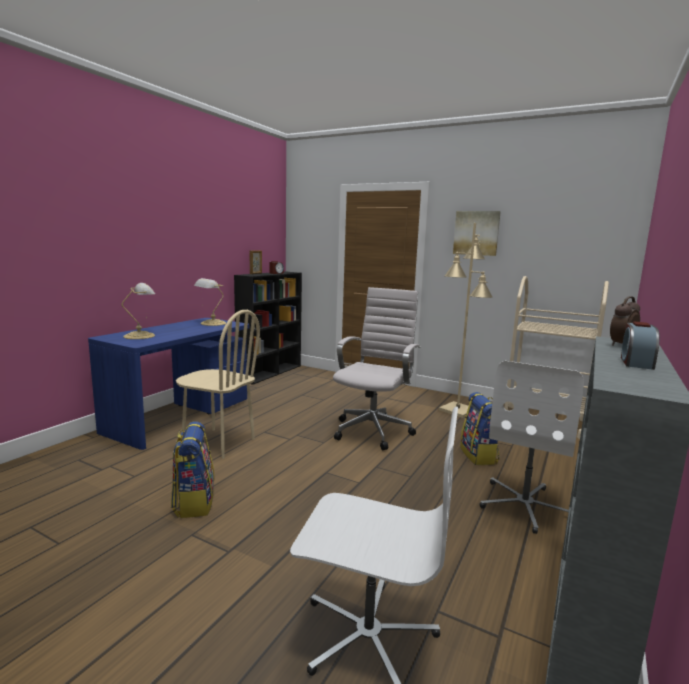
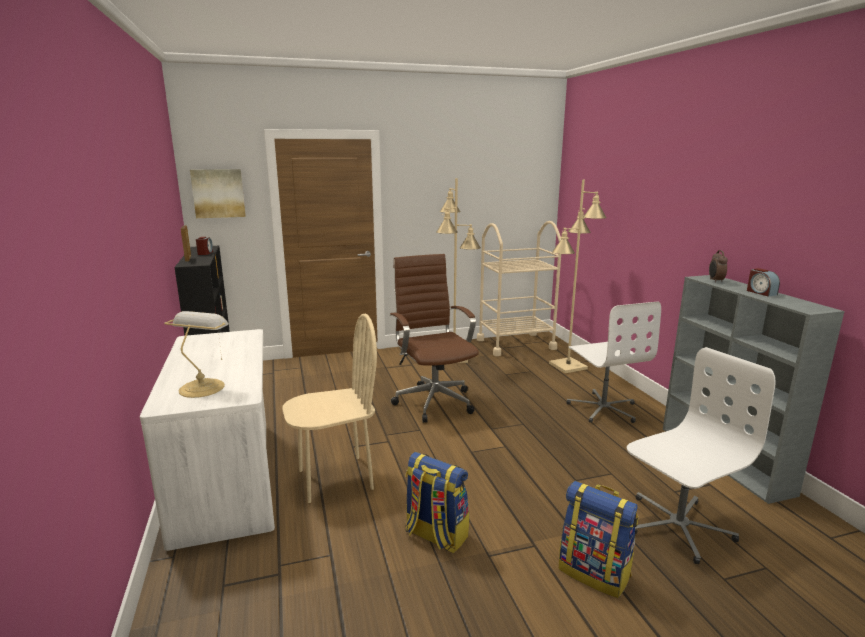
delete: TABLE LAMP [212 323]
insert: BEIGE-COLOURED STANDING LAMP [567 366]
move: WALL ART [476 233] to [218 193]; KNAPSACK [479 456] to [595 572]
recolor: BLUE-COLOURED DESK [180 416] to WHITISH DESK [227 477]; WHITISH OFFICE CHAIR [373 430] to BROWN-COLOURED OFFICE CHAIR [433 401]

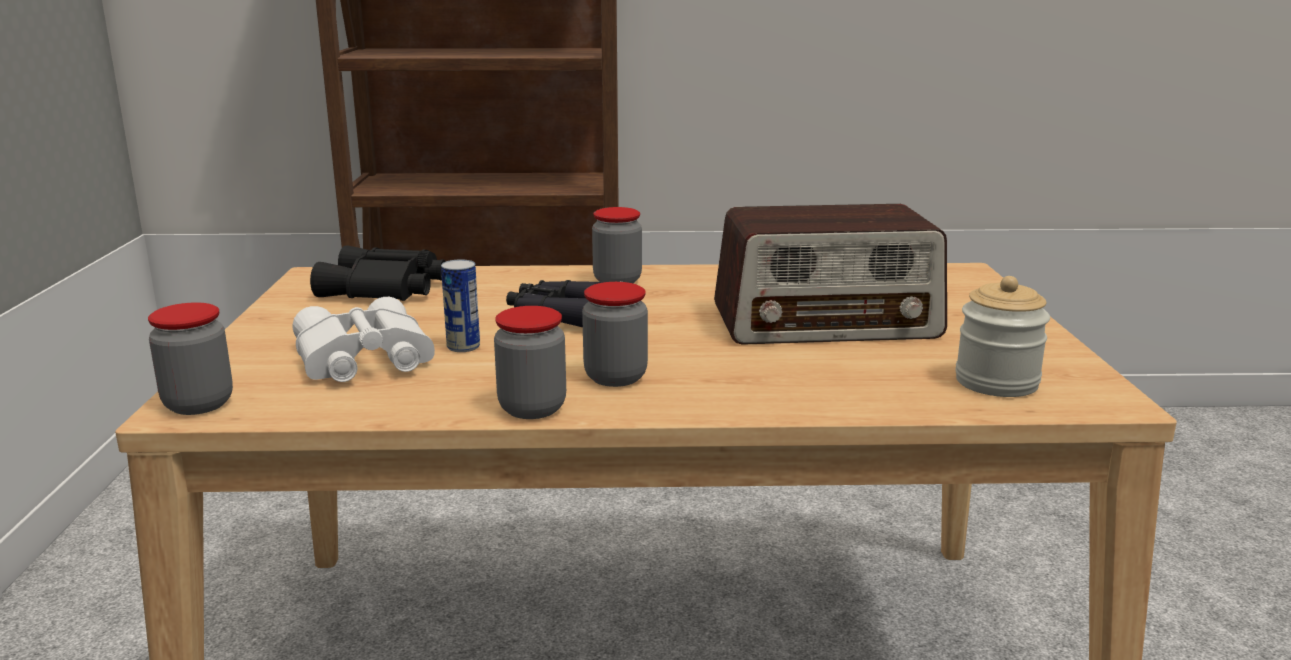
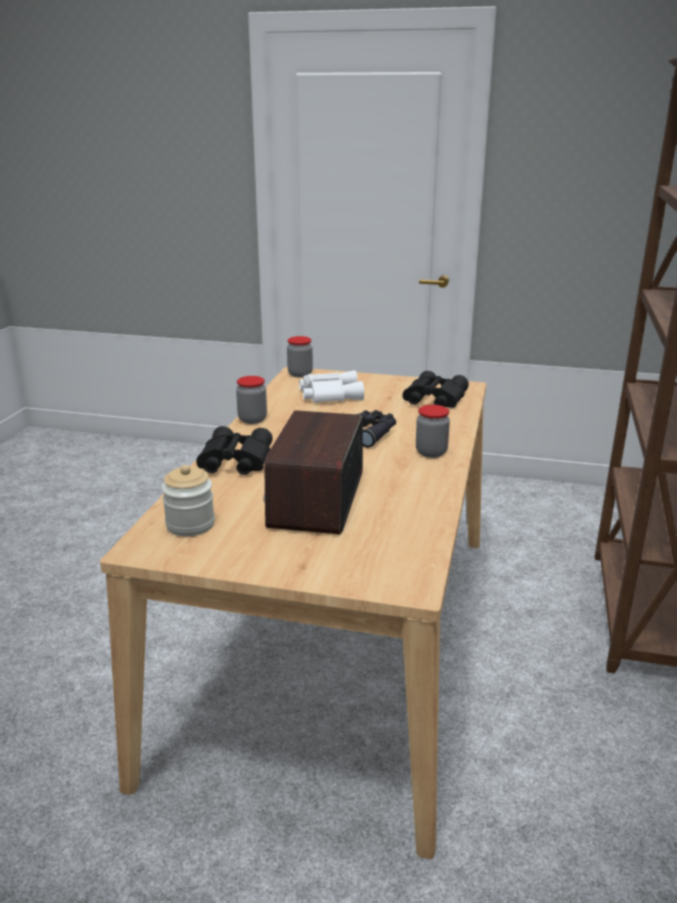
delete: SEALED CAN [463 347]; JAR [615 377]
insert: BLACK-COLOURED FIELD GLASSES [233 461]

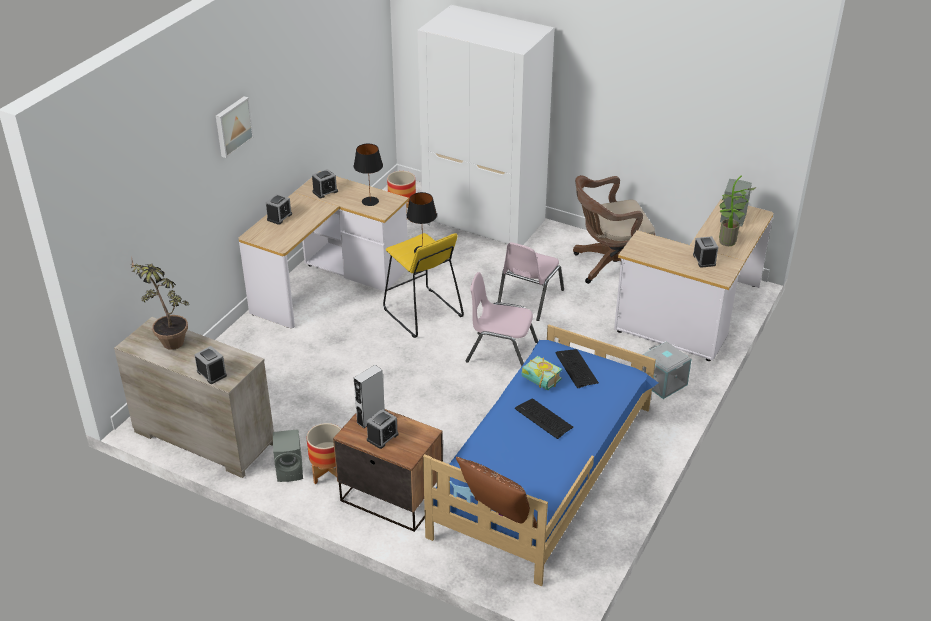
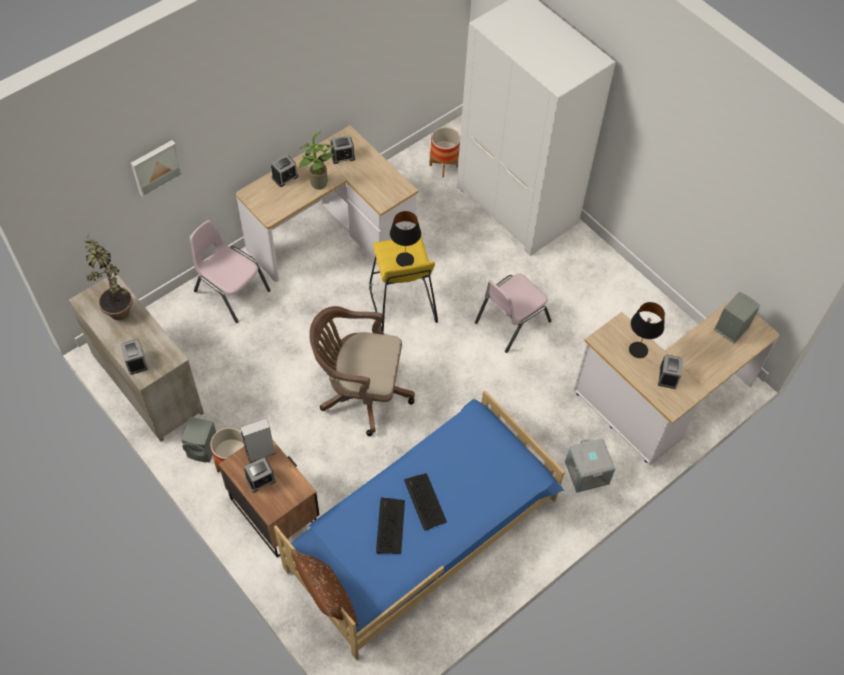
delete: VOLUME [538 382]
move: WALL ART [232 126] to [155 167]; BLACK-COLOURED TABLE LAMP [370 201] to [638 350]; PINKISH PLAIN CHAIR [501 352] to [231 291]; PC KEYBOARD [576 369] to [390 526]; BROWN-COLOURED OFFICE CHAIR [609 266] to [360 392]; PLANT IN A POT [728 243] to [318 185]

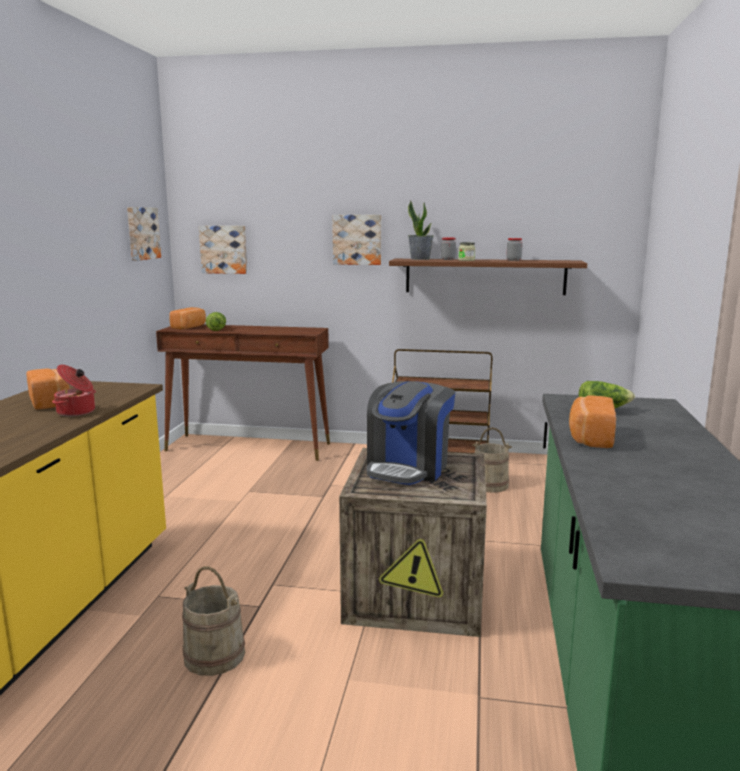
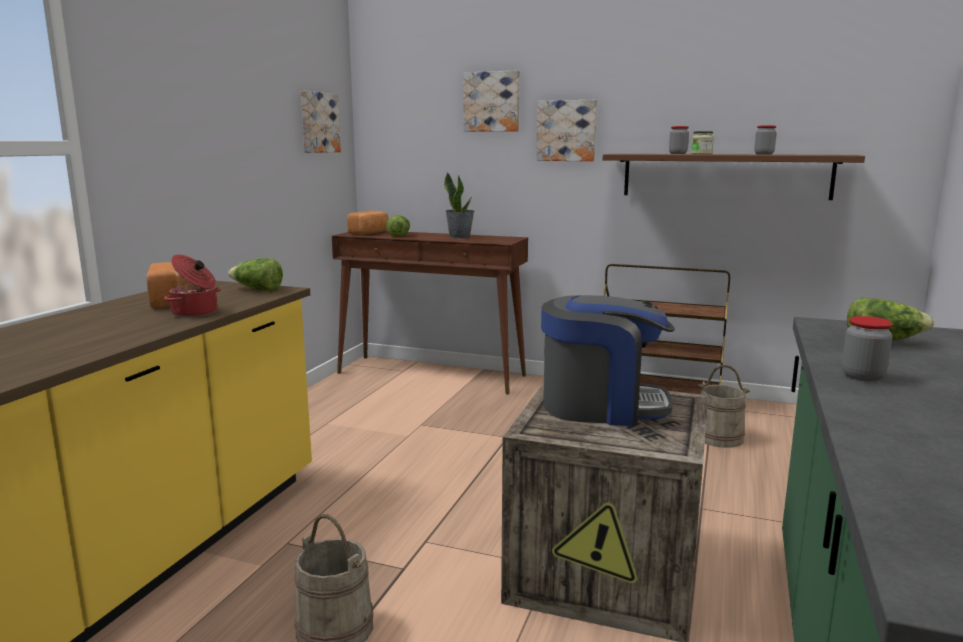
insert: LETTUCE HEAD [257 289]
move: WALL ART [224 249] to [492 102]; PLANT IN A POT [420 259] to [460 237]
replace: BREAD [589 437] to JAR [862 376]
rotate: COFFEE MAKER [408 467] = [602 406] 120 degrees counterclockwise

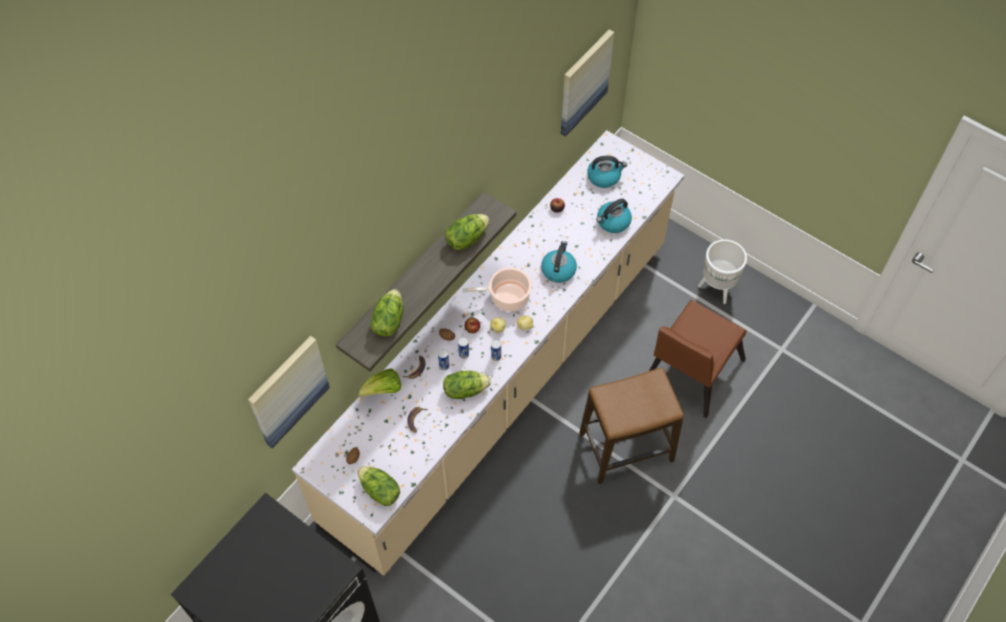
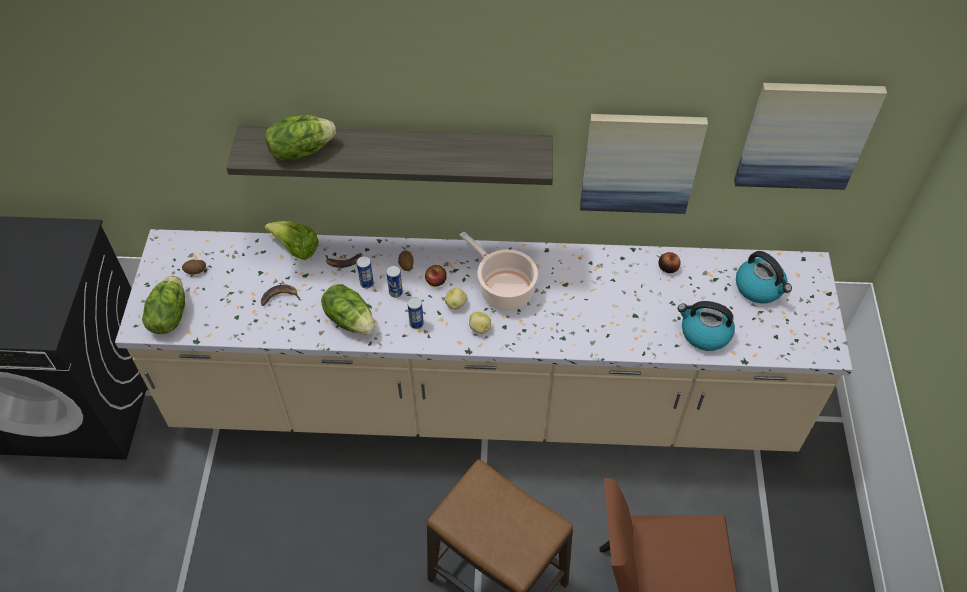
delete: LETTUCE HEAD [466 238]; TEA KETTLE [558 269]; WHITISH PLANTER [717 288]
move: WALL ART [288 391] to [640 162]

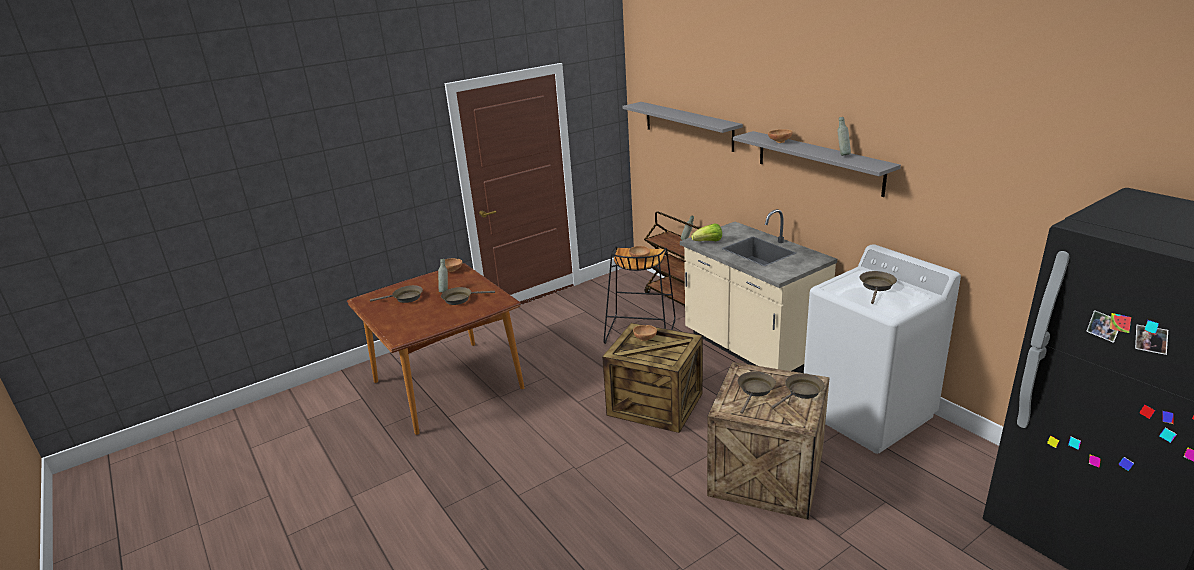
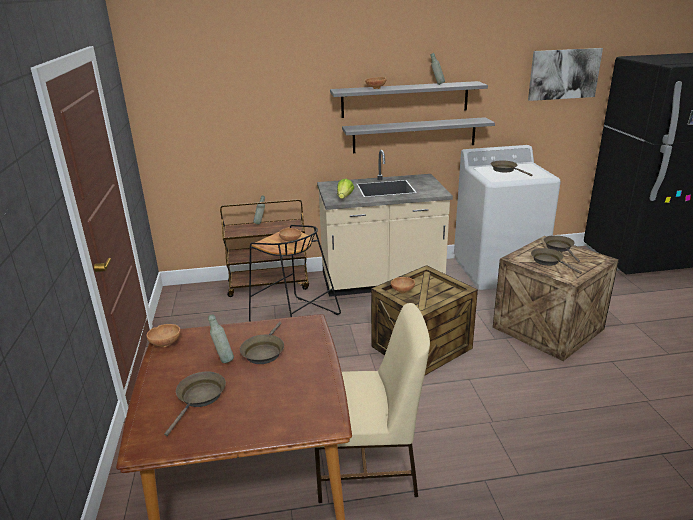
insert: BEIGE-COLOURED PLAIN CHAIR [367 466]; WALL ART [563 74]
move: GREY WALL SHELF [688 125] to [414 135]

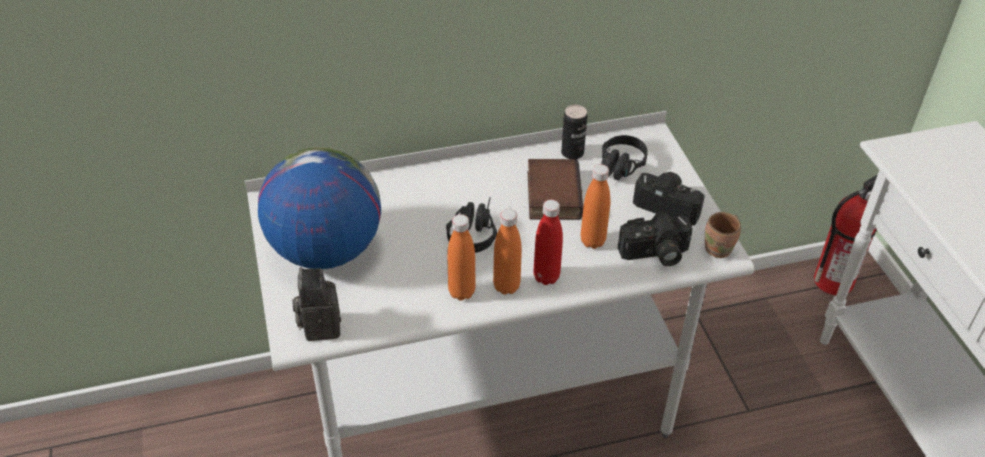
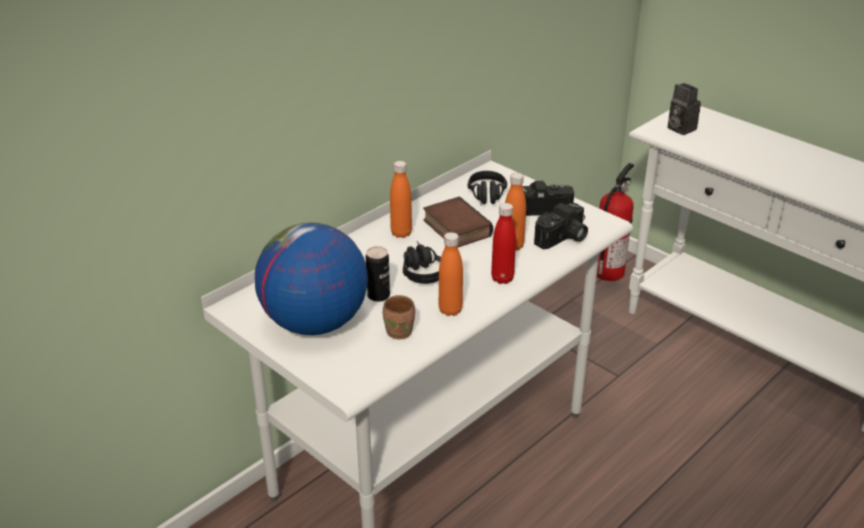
move: STILL CAMERA [319 325] to [679 128]; ORANGEY DRINK BOTTLE [506 286] to [401 233]; SEALED CAN [572 153] to [378 295]; BROWN-COLOURED MUG [720 249] to [401 331]

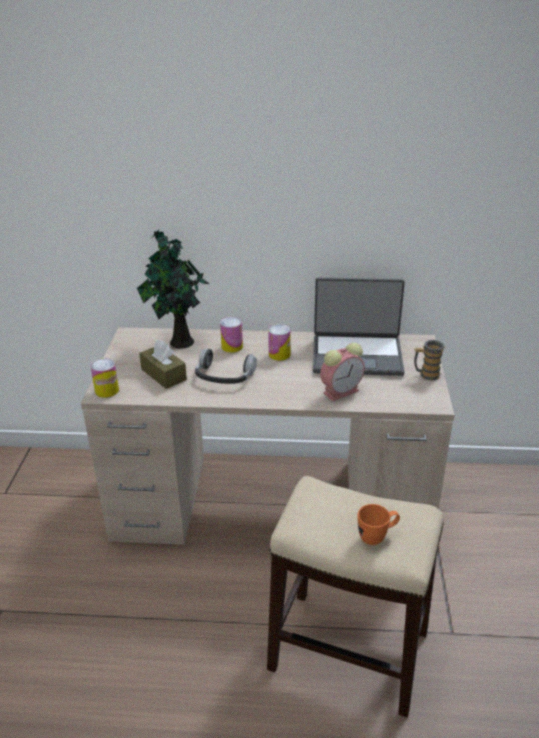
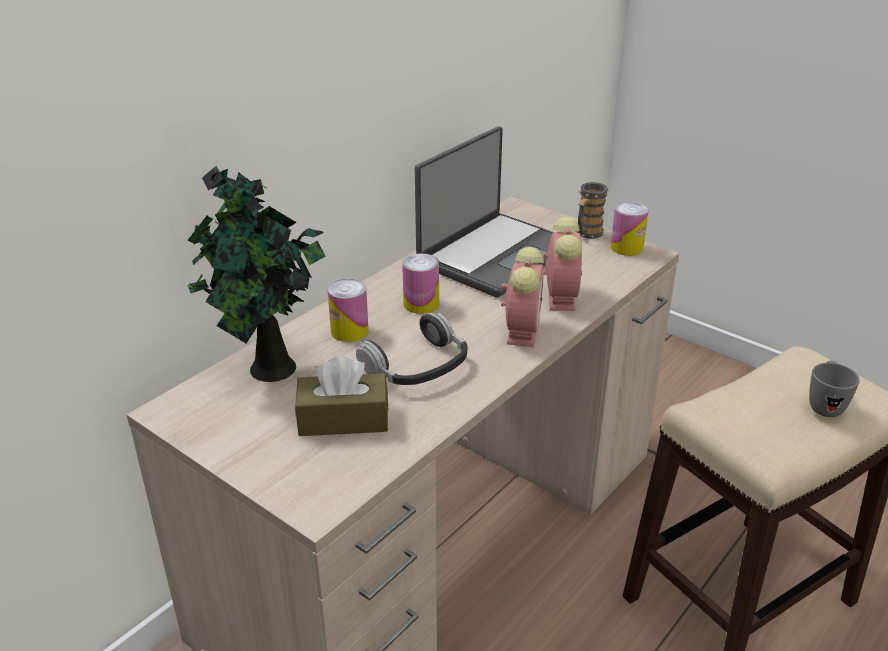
insert: TABLE CLOCK [522 330]
move: SEALED CAN [107 390] to [626 247]
recolor: ORANGEY MUG [377 536] to GREY MUG [825 405]

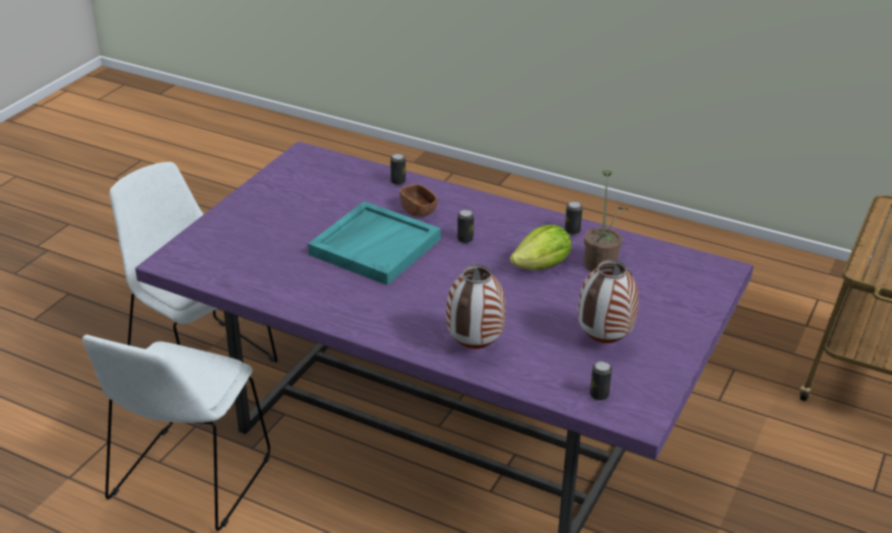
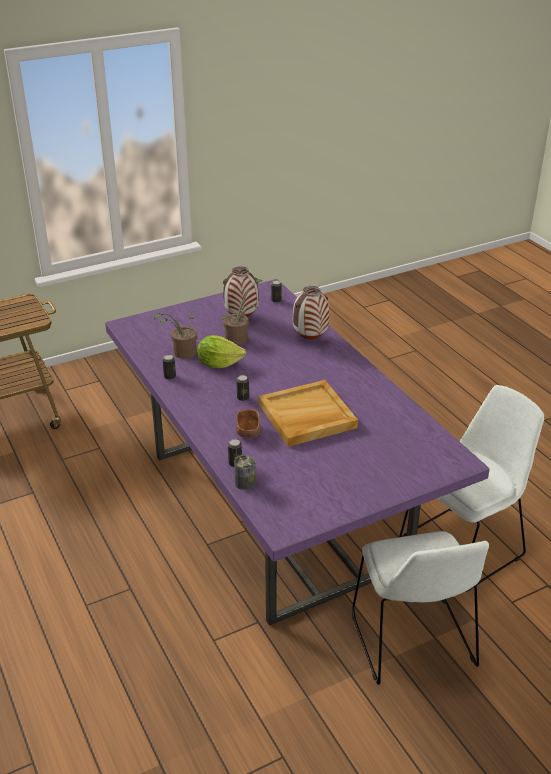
insert: PLANT IN A POT [239 338]; SEALED CAN [245 483]
recolor: TURQUOISE-COLOURED SERVING TRAY [375 246] to BEIGE-COLOURED SERVING TRAY [306 416]

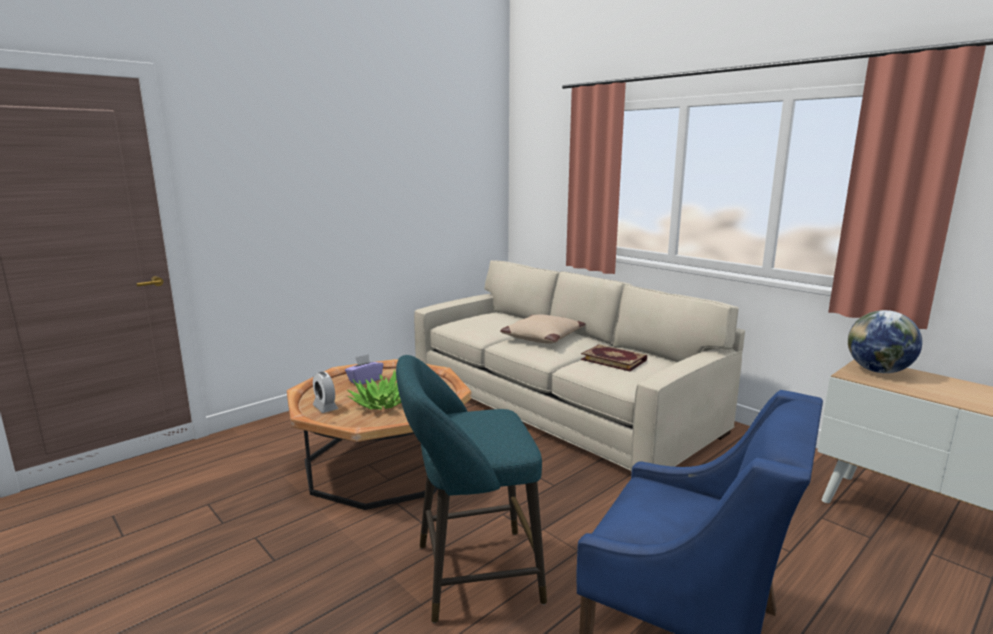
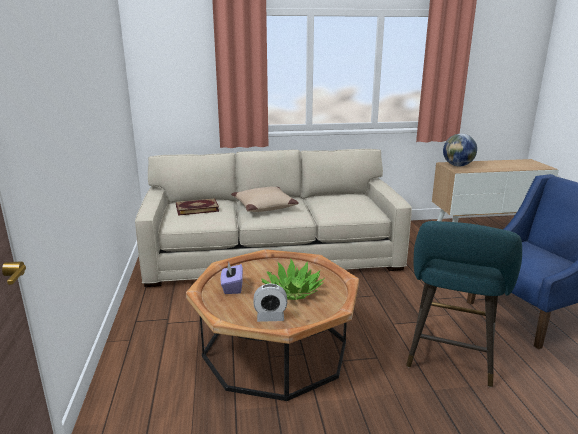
move: VOLUME [614 360] to [197 208]

